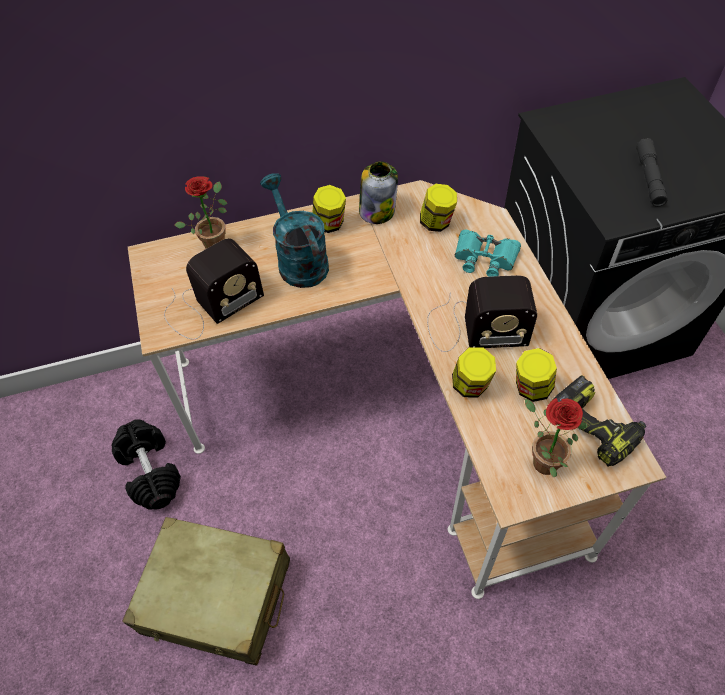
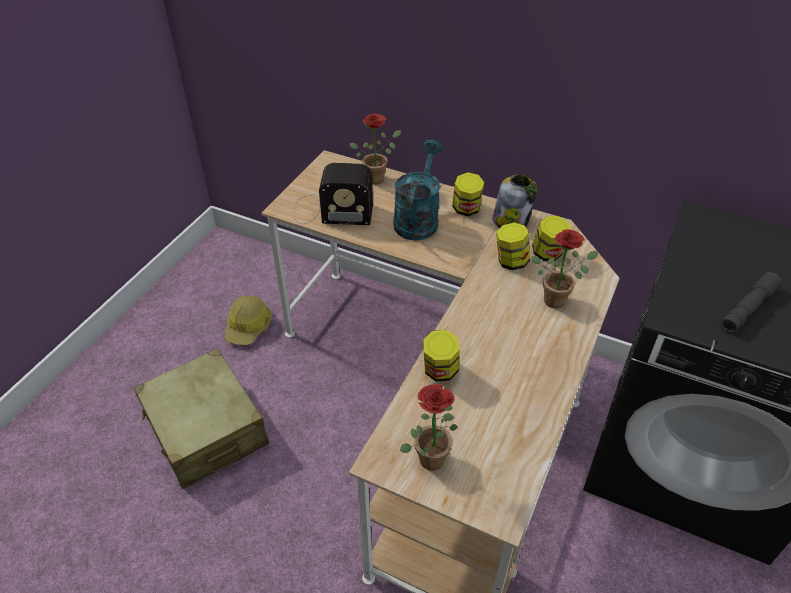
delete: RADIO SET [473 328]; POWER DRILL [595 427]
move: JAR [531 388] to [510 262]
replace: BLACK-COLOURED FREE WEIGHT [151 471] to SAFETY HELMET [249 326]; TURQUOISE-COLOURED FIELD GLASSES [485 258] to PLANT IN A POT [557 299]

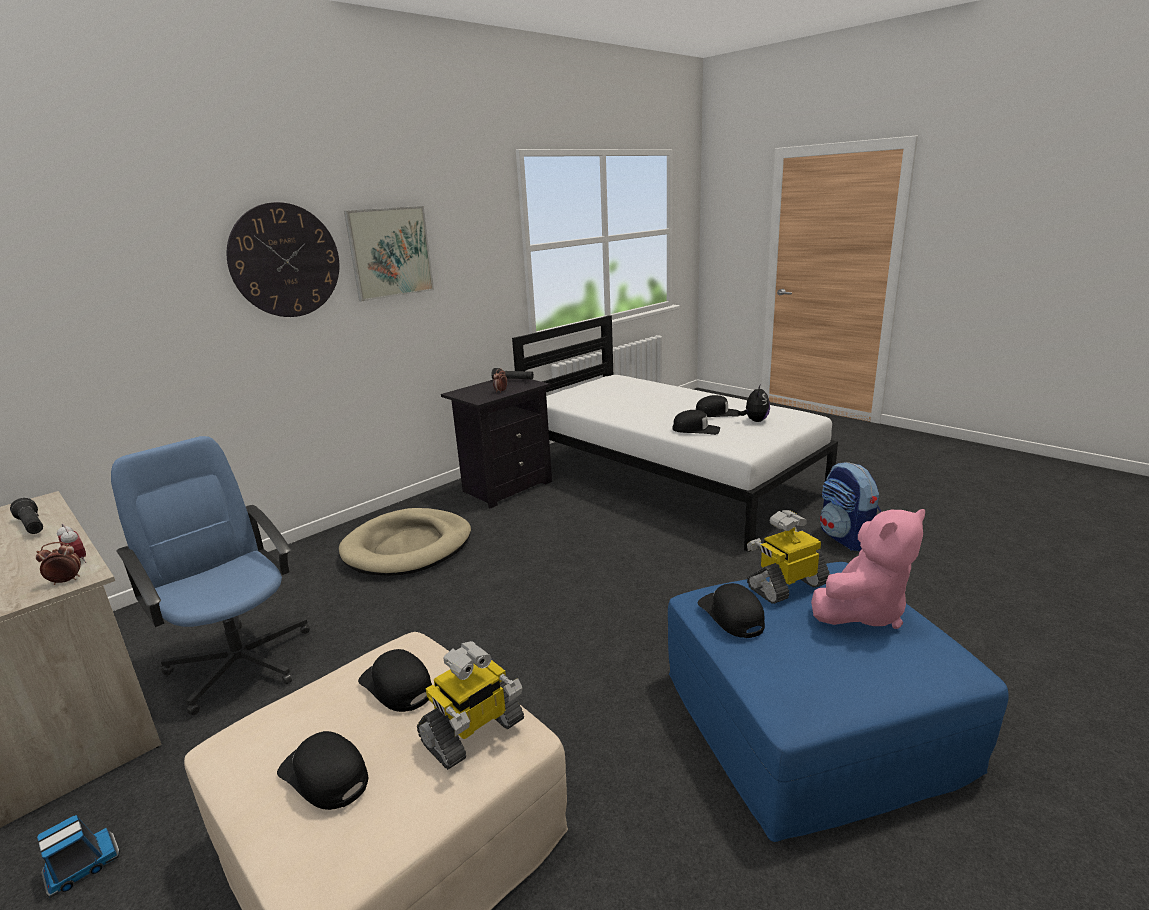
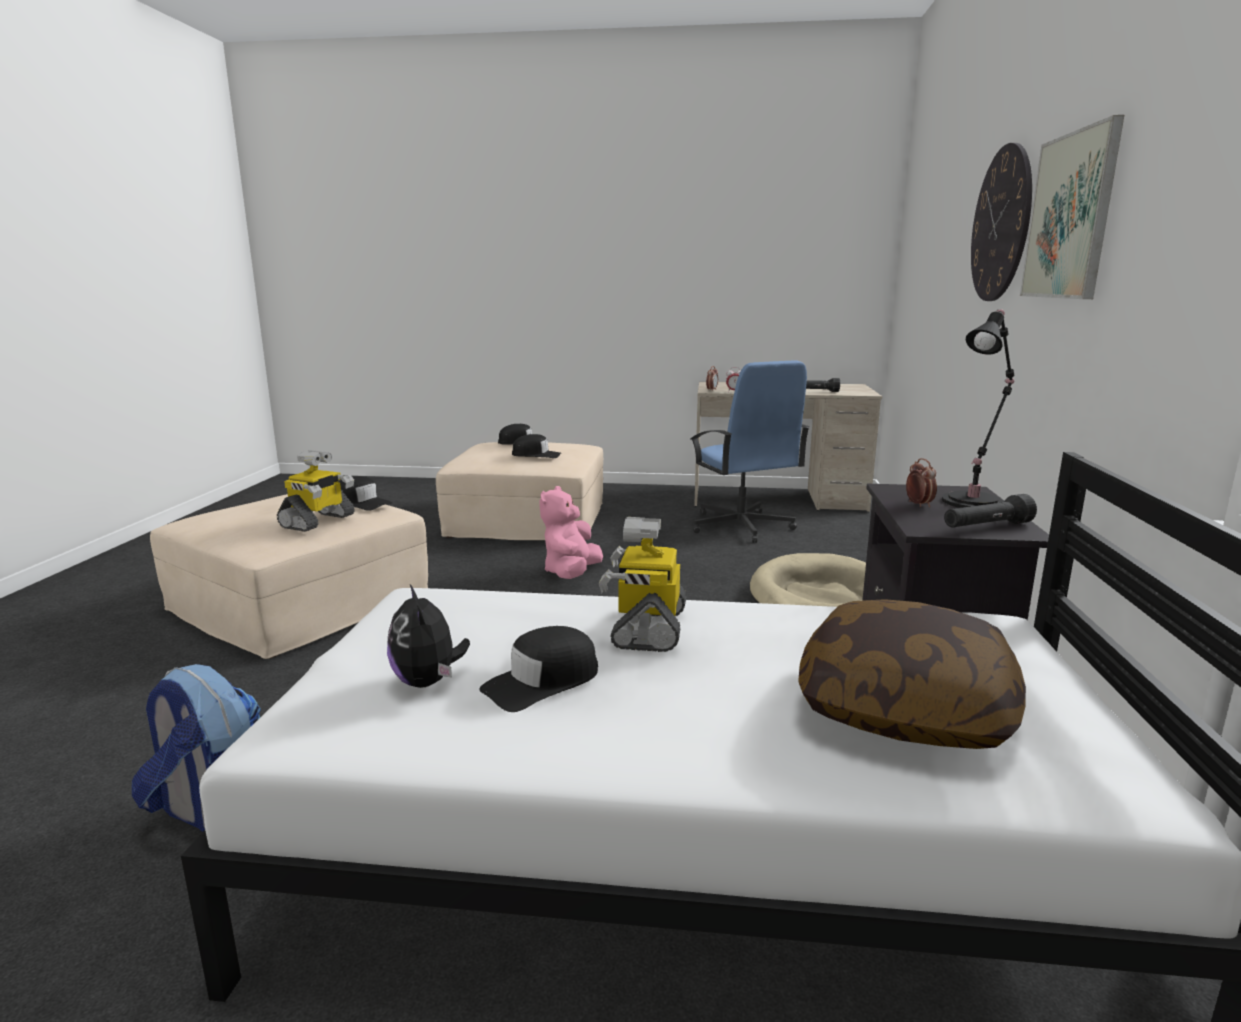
delete: MODEL TRUCK [81 867]; BLACK-COLOURED PEAKED CAP [696 429]
insert: PILLOW [905 706]; BLACK-COLOURED TABLE LAMP [975 501]
move: ROBOT FIGURE [473 733] to [647 628]; PINKISH CUDDLY TOY [863 611] to [571 573]
recolor: BLUE-COLOURED POUFFE [811 722] to BEIGE-COLOURED POUFFE [300 603]
rotate: BLUE-COLOURED OFFICE CHAIR [241 662] = [741 527] 60 degrees clockwise

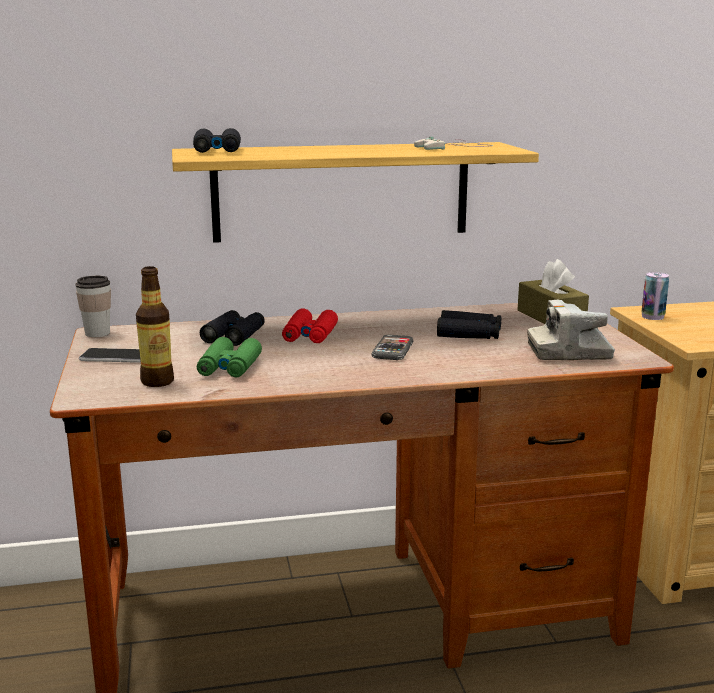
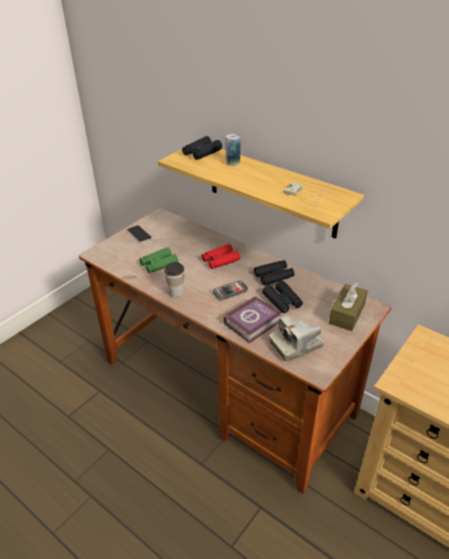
delete: DRINK BOTTLE [157 381]
insert: VOLUME [254 322]
move: DRINKING CUP [97 333] to [176 293]; BLACK-COLOURED FIELD GLASSES [234 335] to [274 276]; SEALED CAN [652 317] to [233 162]
rotate: STILL CAMERA [569 353] = [296 345] 75 degrees counterclockwise

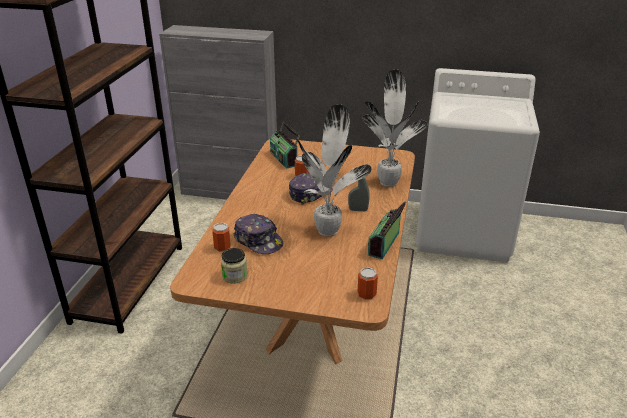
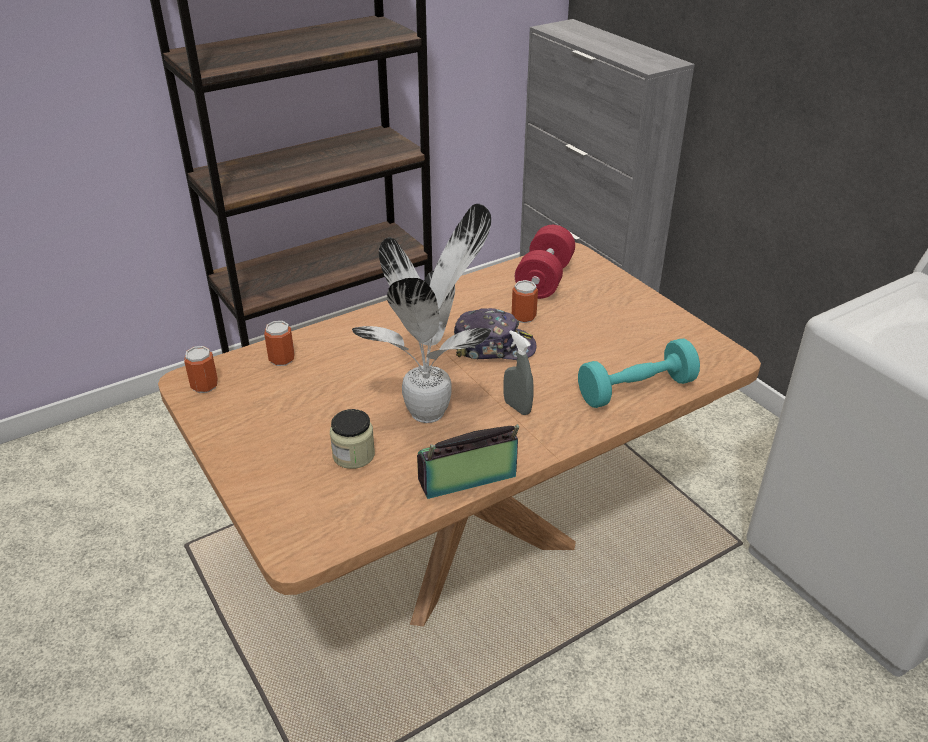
delete: PEAKED CAP [258 241]
move: JAR [235 276] to [353 455]; SEALED CAN [366 294] to [204 386]
replace: RADIO SET [284 158] to REDDISH FREE WEIGHT [544 279]; PLANT IN A POT [388 181] to TURQUOISE-COLOURED FREE WEIGHT [636 390]

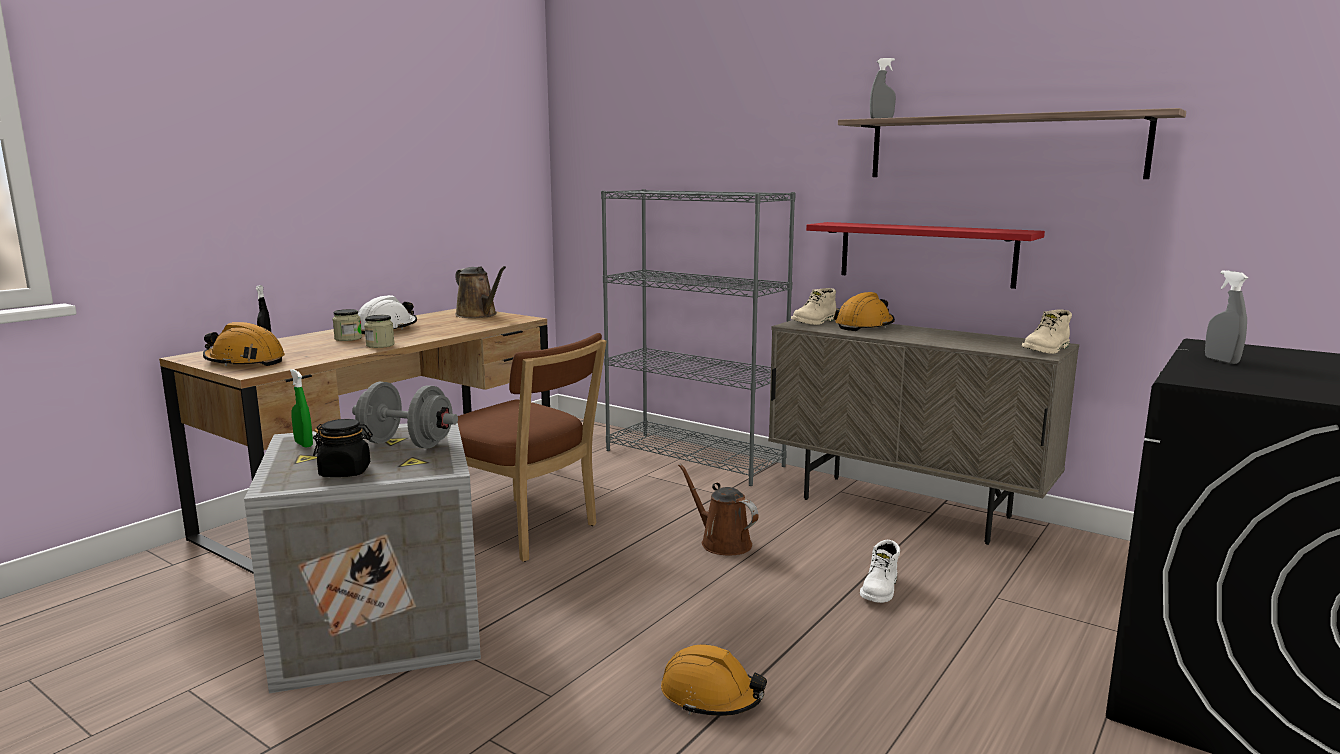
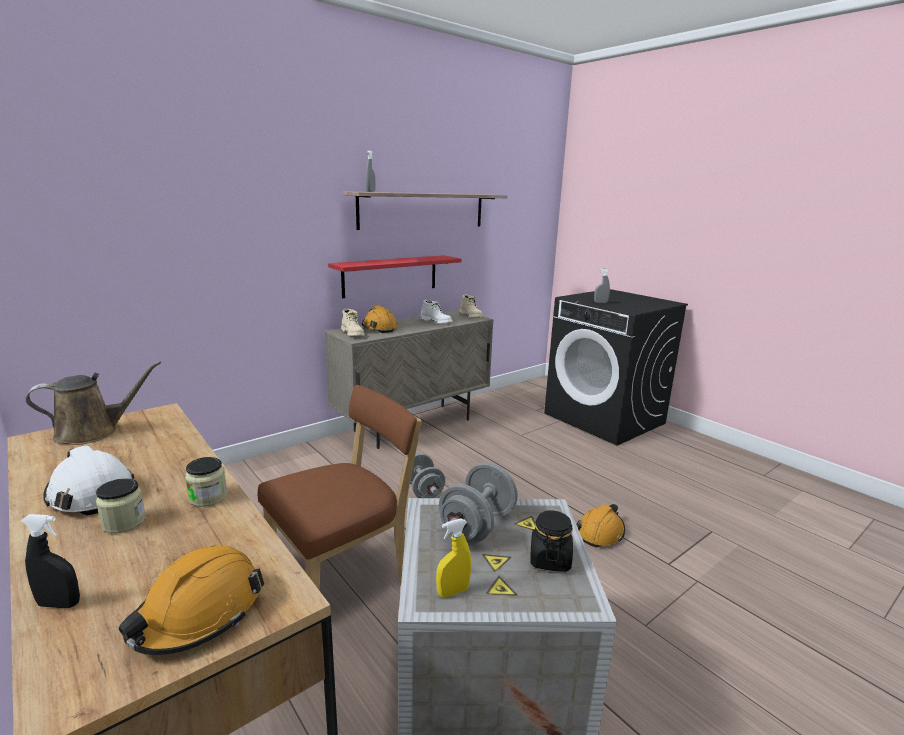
delete: GREY BOOKSHELF [694 458]
move: WHITISH BOOT [880 590] to [436 322]
replace: BROWN-COLOURED SPRINKLING CAN [722 542] to GREY FREE WEIGHT [423 490]
recolor: GREEN HAND SPRAYER [303 444] to YELLOWISH HAND SPRAYER [453 592]

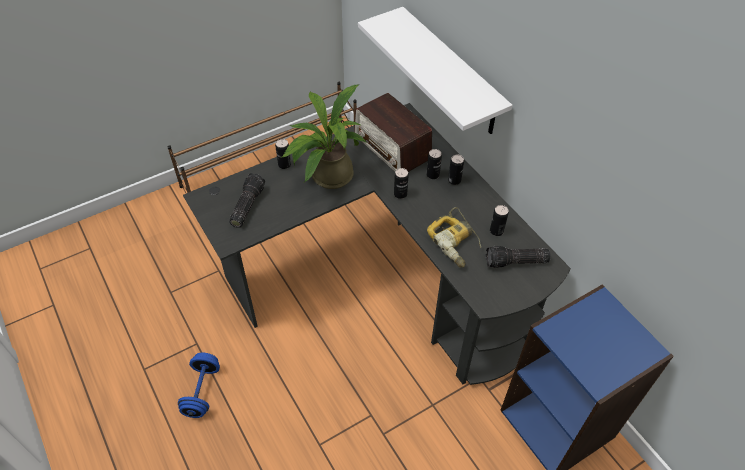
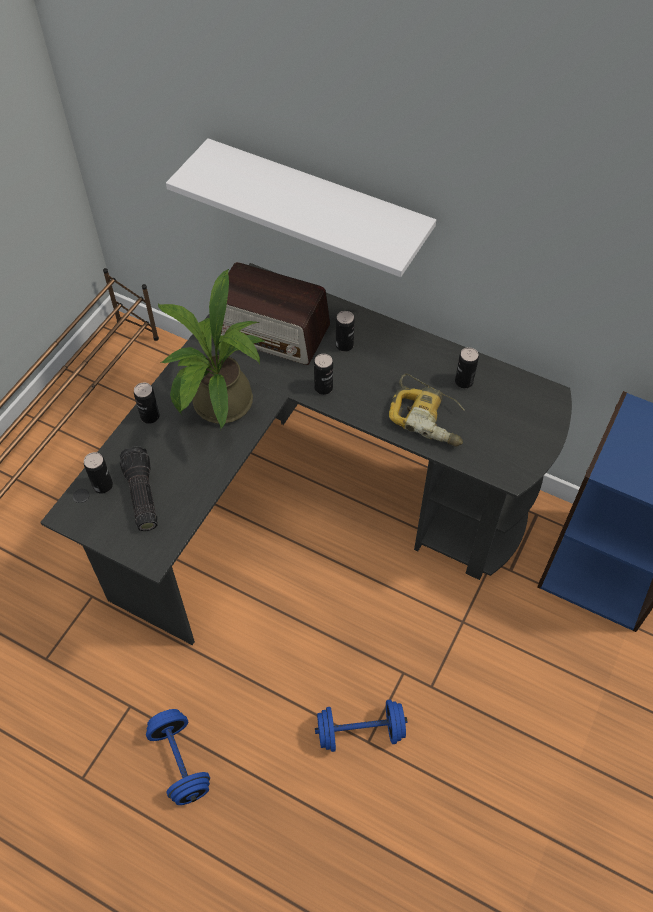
delete: HAND TORCH [515 263]
insert: BLUE-COLOURED FREE WEIGHT [360 732]
move: SEALED CAN [454 180] to [103 485]

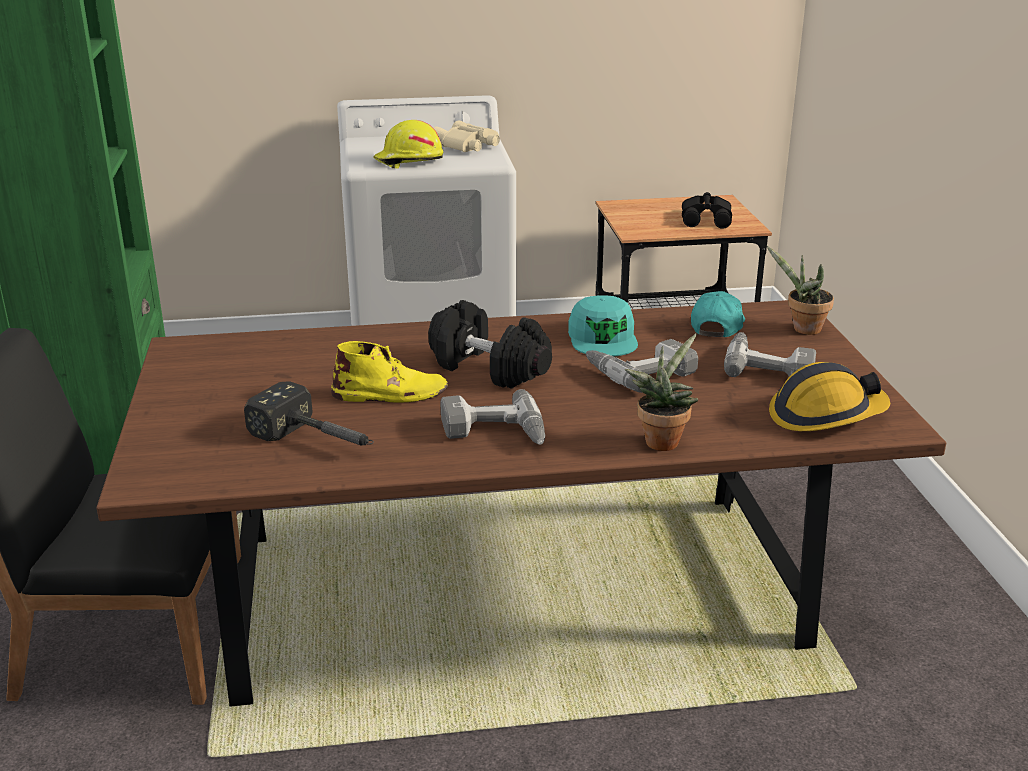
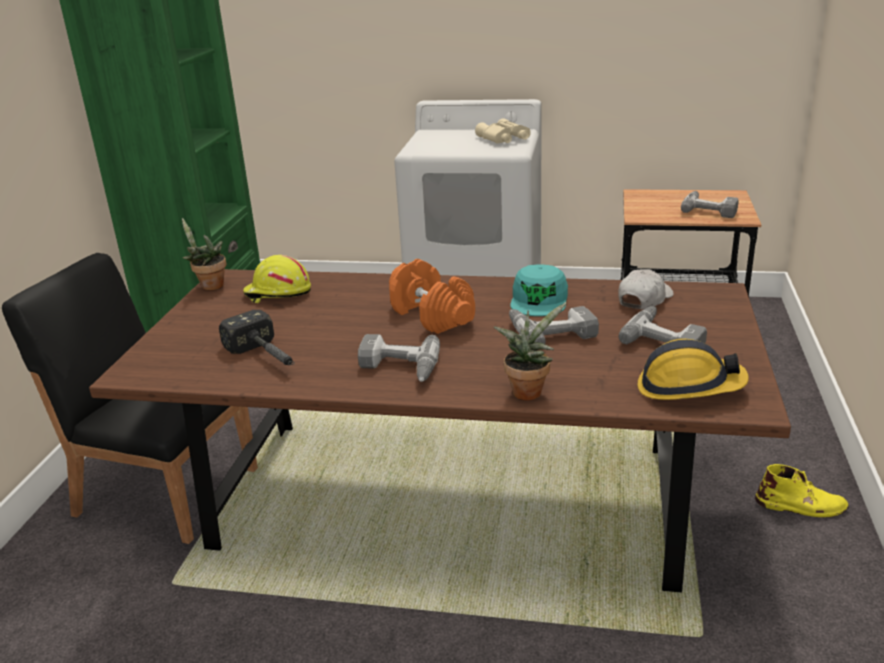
move: YELLOWISH BOOT [391 393] to [801 505]; YELLOWISH SAFETY HELMET [408 161] to [277 293]; PLANT IN A POT [802 329] to [209 285]
replace: BLACK-COLOURED FIELD GLASSES [707 219] to POWER DRILL [710 209]
recolor: BLACK-COLOURED FREE WEIGHT [488 368] to ORANGEY FREE WEIGHT [431 315]; TURQUOISE-COLOURED PEAKED CAP [717 326] to WHITISH PEAKED CAP [644 299]

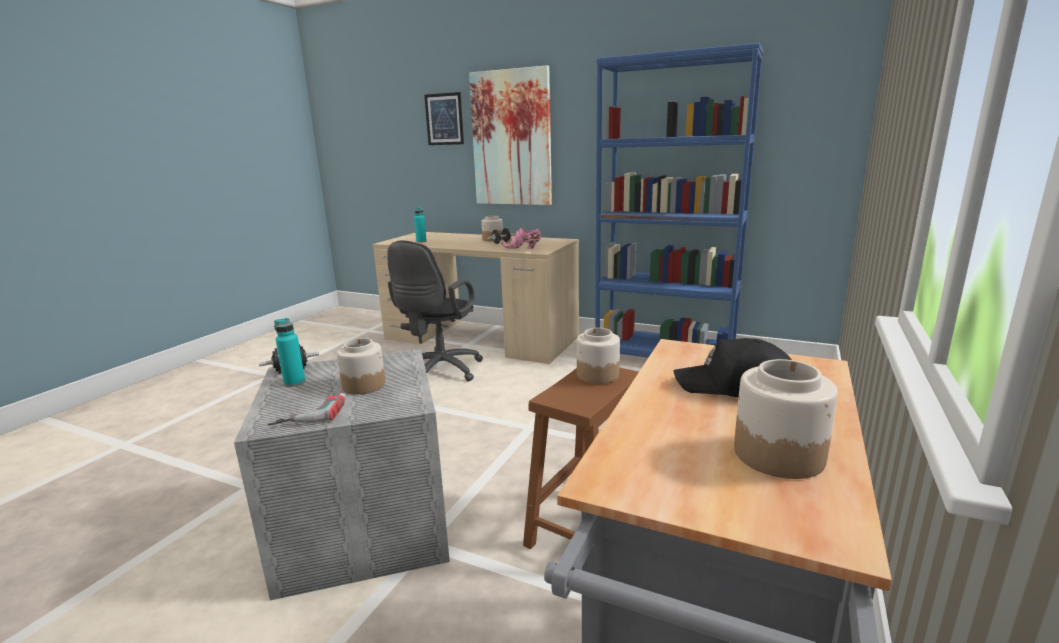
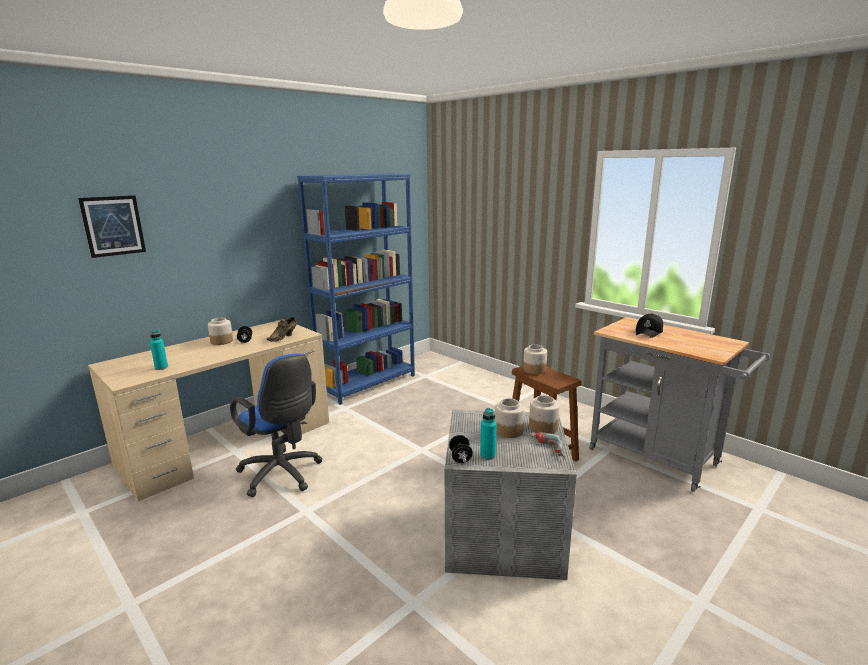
delete: WALL ART [511 139]
move: JAR [778 454] to [542 427]
recolor: BLACK-COLOURED OFFICE CHAIR [438 372] to BLUE-COLOURED OFFICE CHAIR [282 475]; PINKISH LOW SHOE [522 248] to BROWN-COLOURED LOW SHOE [284 337]

